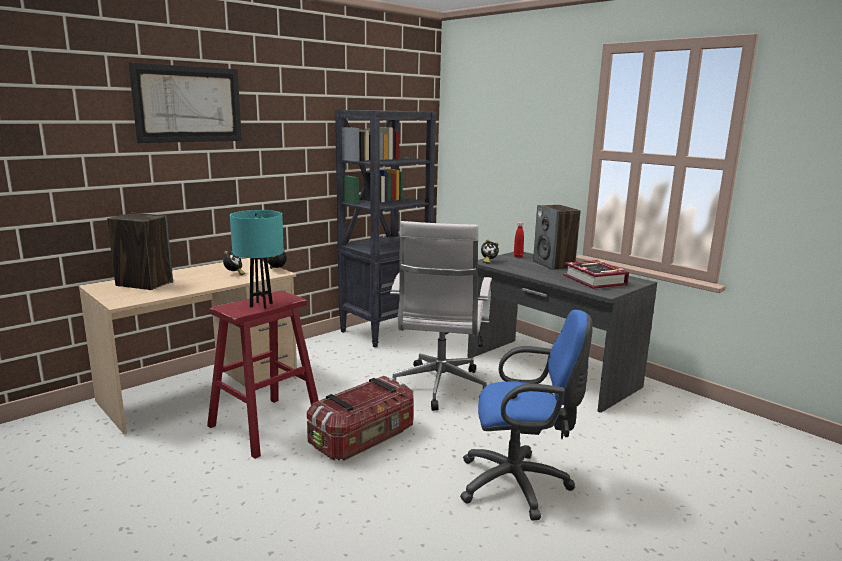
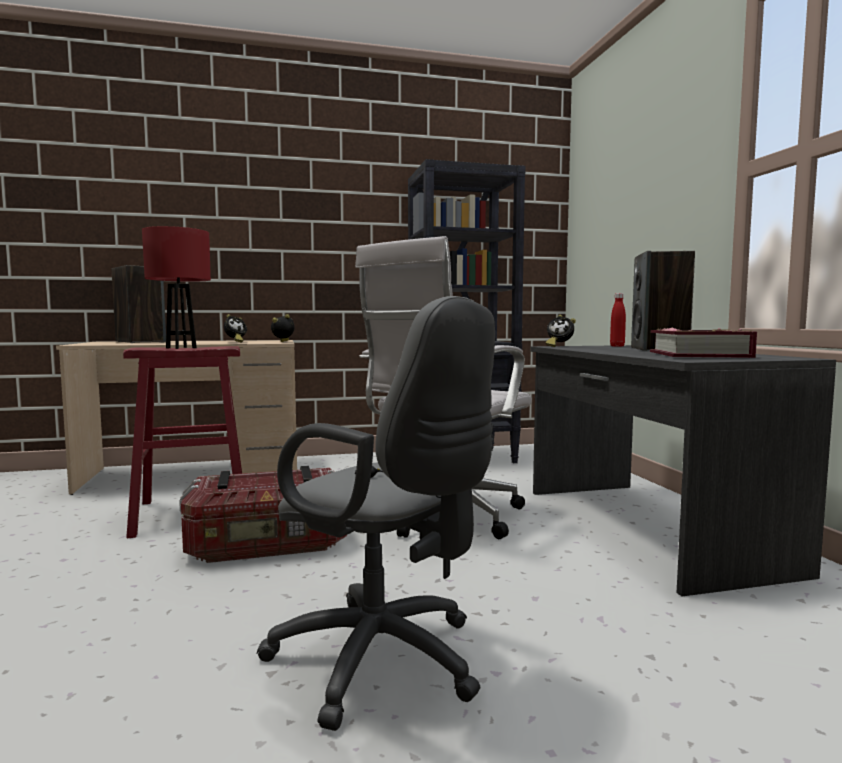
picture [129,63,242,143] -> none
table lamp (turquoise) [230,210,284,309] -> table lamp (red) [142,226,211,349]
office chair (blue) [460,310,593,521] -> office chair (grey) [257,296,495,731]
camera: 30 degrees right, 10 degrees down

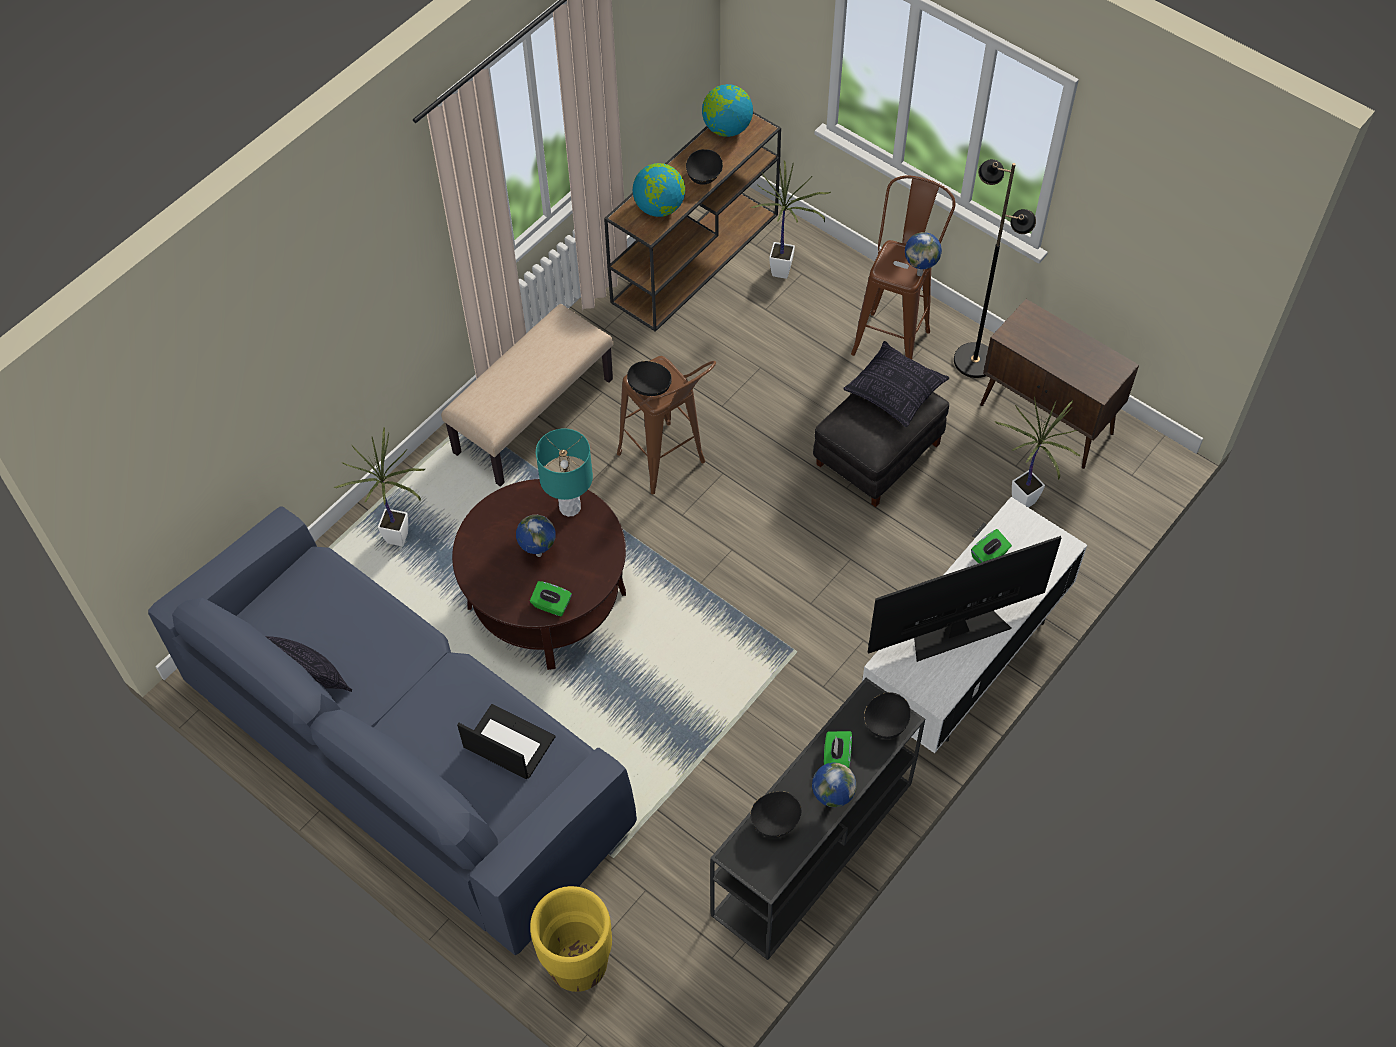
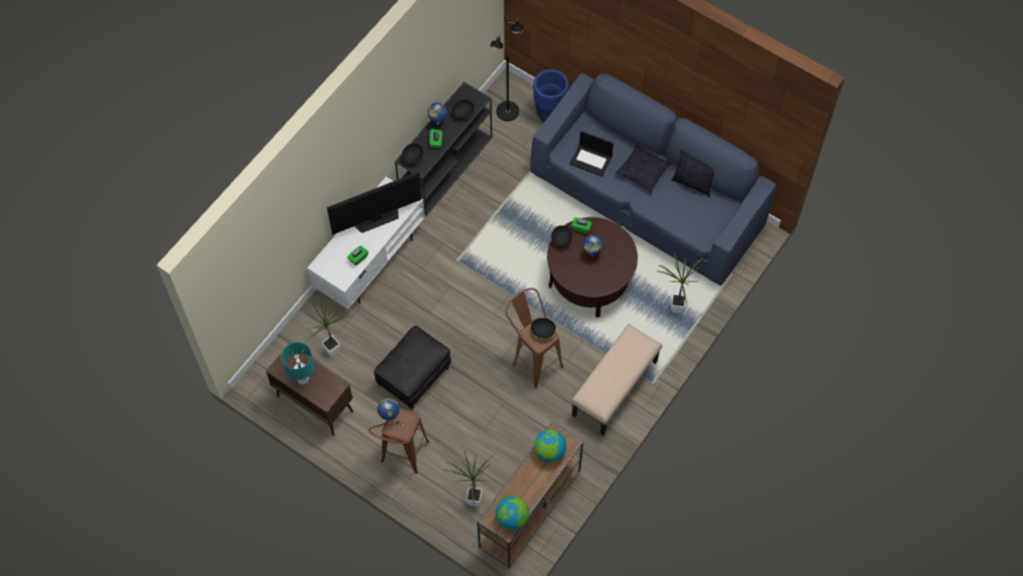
bowl (black) [686,149,723,185] -> bowl (black) [551,225,572,247], moved
floor lamp (black) [954,159,1036,378] -> floor lamp (black) [490,18,524,121], moved
pillow [843,341,949,427] -> pillow [615,143,672,193], moved
table lamp (turquoise) [536,428,593,517] -> table lamp (turquoise) [281,342,314,384], moved
planter (yellow) [530,886,612,992] -> planter (blue) [533,69,568,122]
camera: 175 degrees right, 5 degrees up

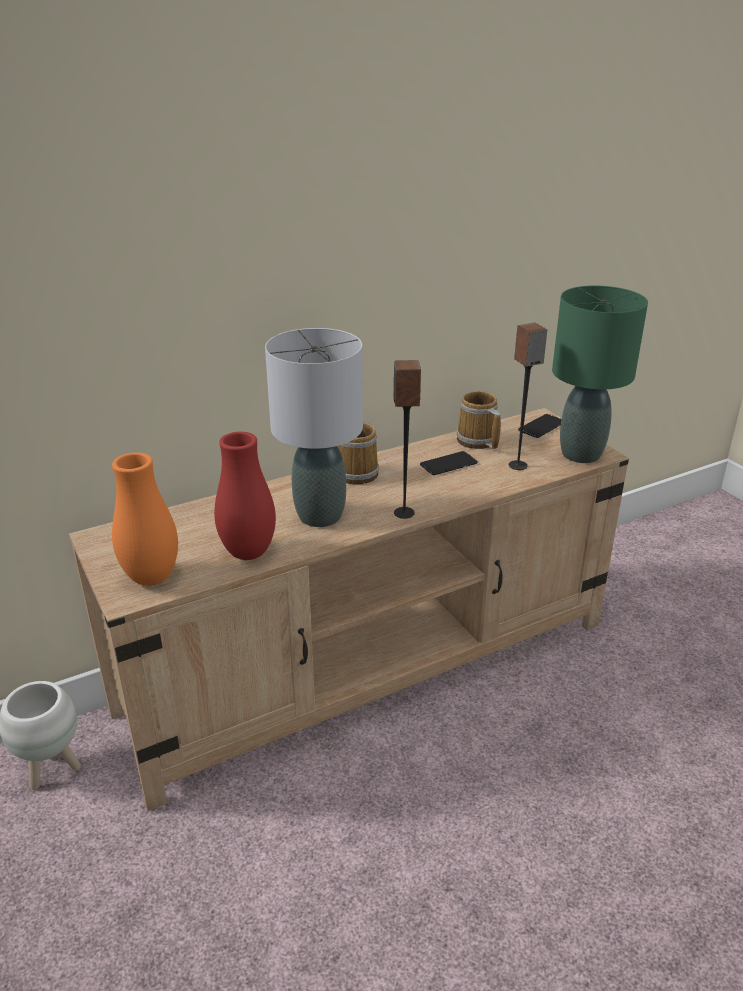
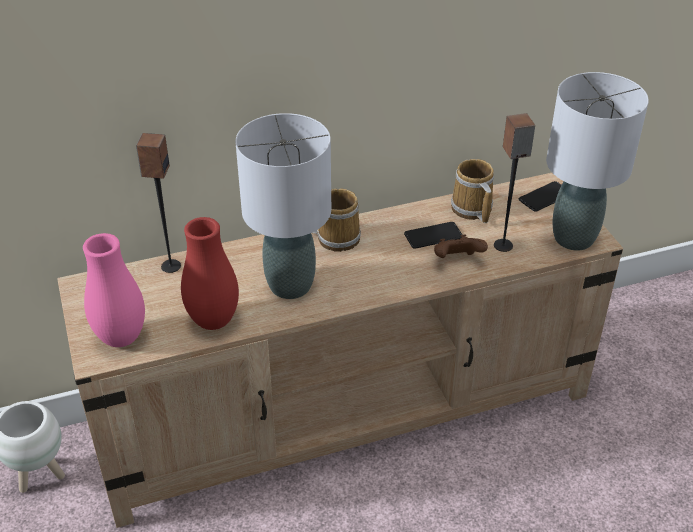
table lamp (green) [552,285,648,463] -> table lamp (grey) [546,72,649,251]
speaker [394,360,421,519] -> speaker [136,133,181,273], moved
vase (orange) [112,452,178,586] -> vase (pink) [83,233,145,347]
none -> game controller (brown) [434,234,488,258]
camera: 10 degrees right, 10 degrees up

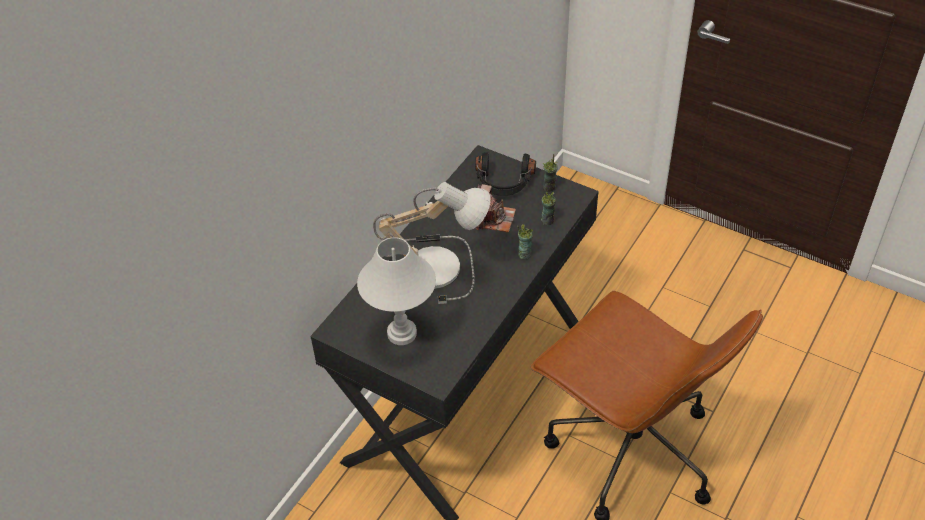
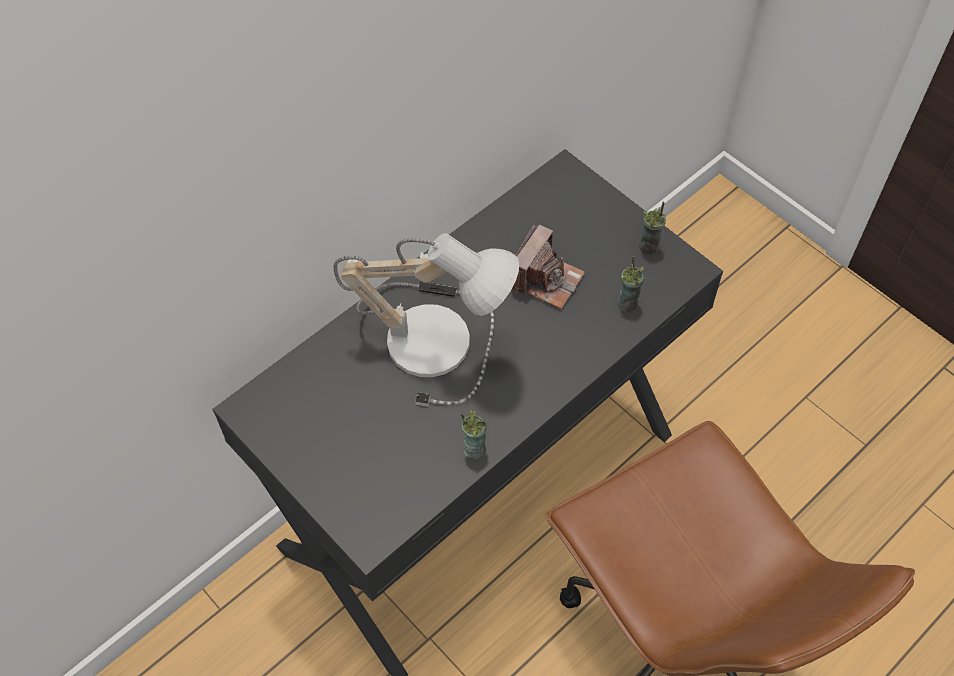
headphones (black) [475,152,536,196] -> none
cup [517,224,533,259] -> cup [460,410,487,459], moved
table lamp (white) [357,237,436,345] -> none
camera: 15 degrees right, 10 degrees up

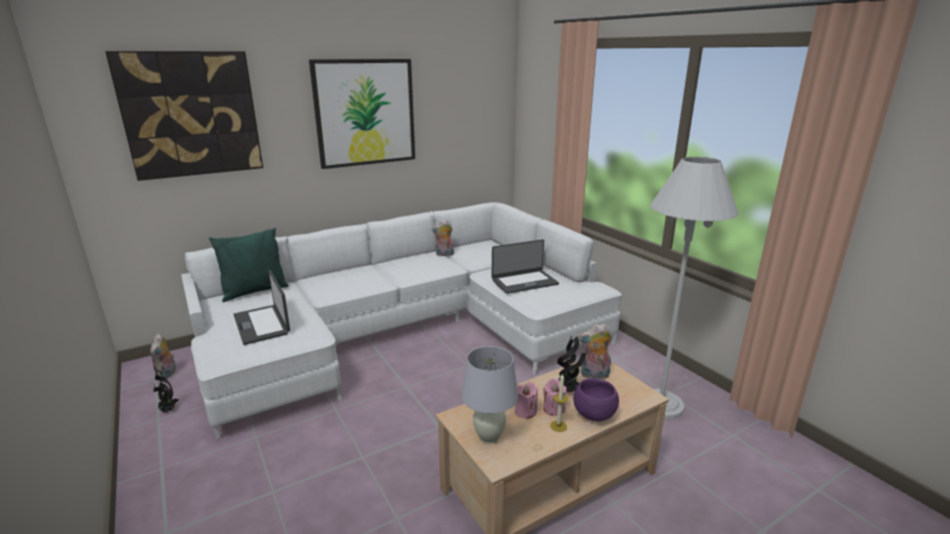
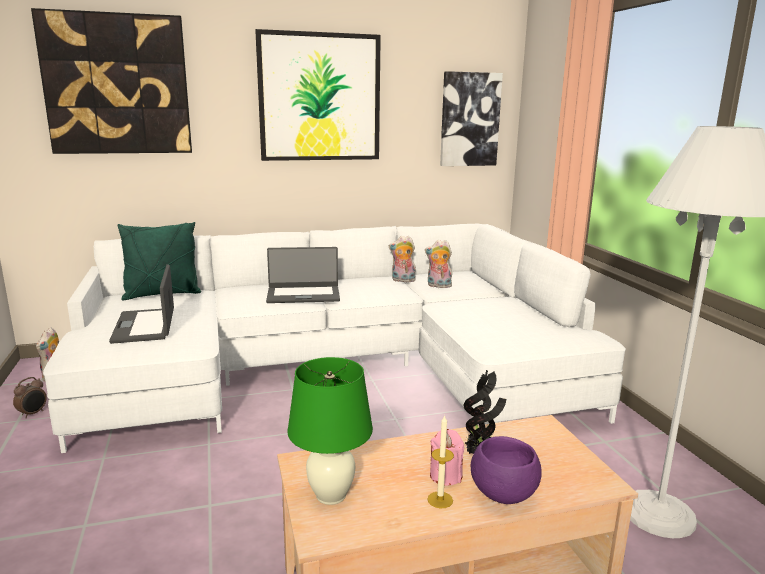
laptop [492,239,559,294] -> laptop [266,247,340,303], moved
plush toy [579,323,612,379] -> plush toy [425,240,452,288], moved
table lamp (white) [461,346,519,444] -> table lamp (green) [287,357,373,505]
potted plant [154,369,179,413] -> alarm clock [13,377,47,418]
candle (pink) [515,382,538,419] -> none
none -> picture [440,71,503,166]
camera: 15 degrees right, 5 degrees down

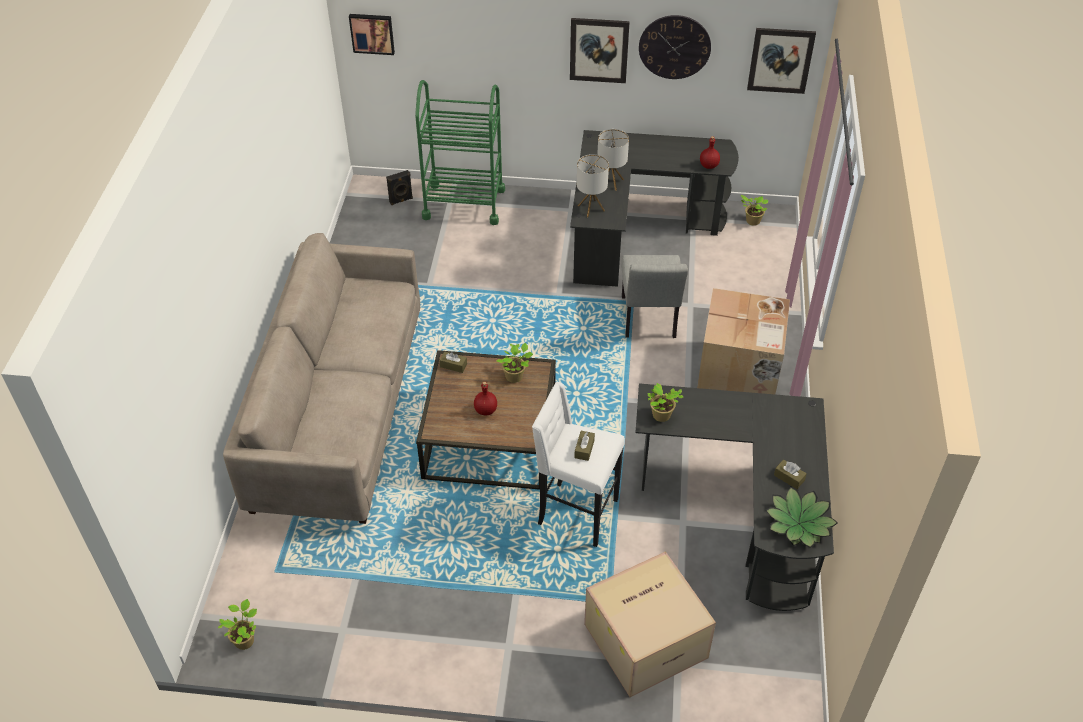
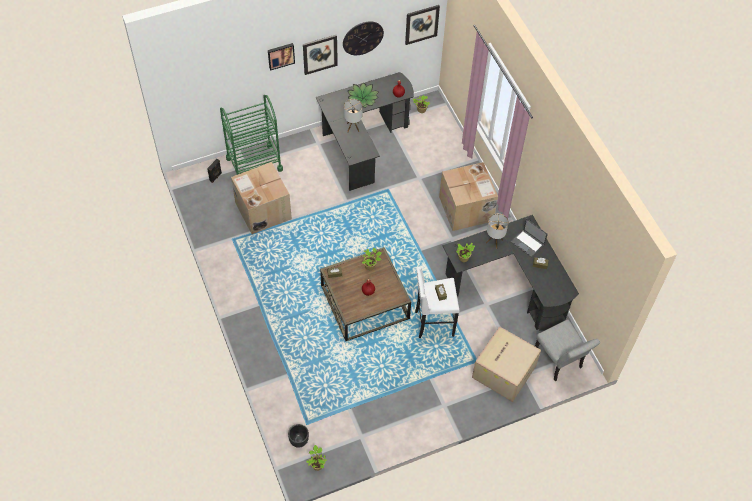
picture [349,14,395,55] -> picture [268,43,295,71], moved
table lamp [577,154,609,217] -> table lamp [486,213,509,249], moved
sofa (beige) [223,233,420,524] -> none
chair (grey) [621,255,688,338] -> chair (grey) [535,319,600,381], moved
potted plant [766,487,838,548] -> potted plant [348,82,379,108], moved
none -> cardboard box [231,162,292,234]
none -> laptop [511,219,548,258]
none -> planter (black) [288,424,309,448]
camera: 30 degrees left, 10 degrees up

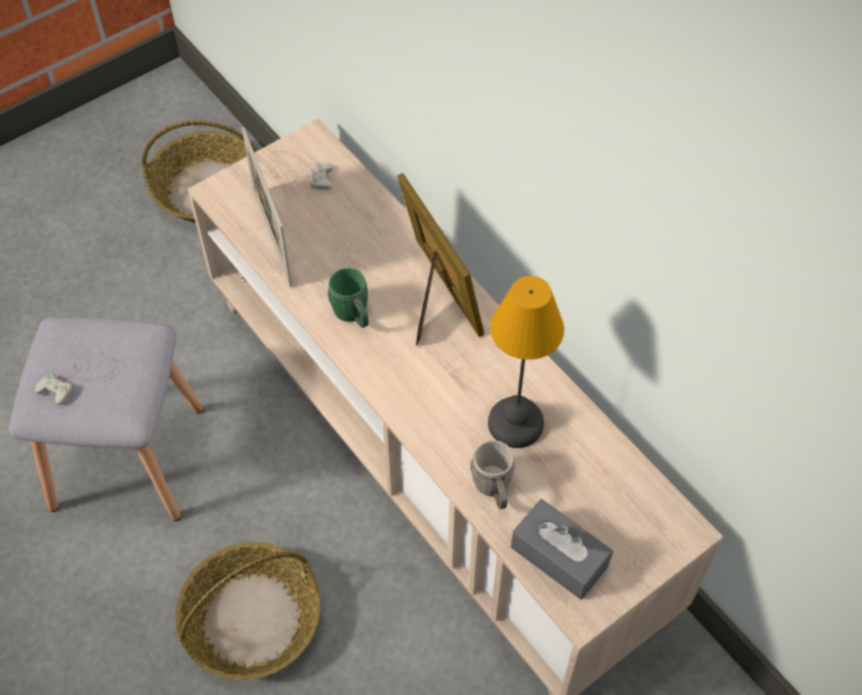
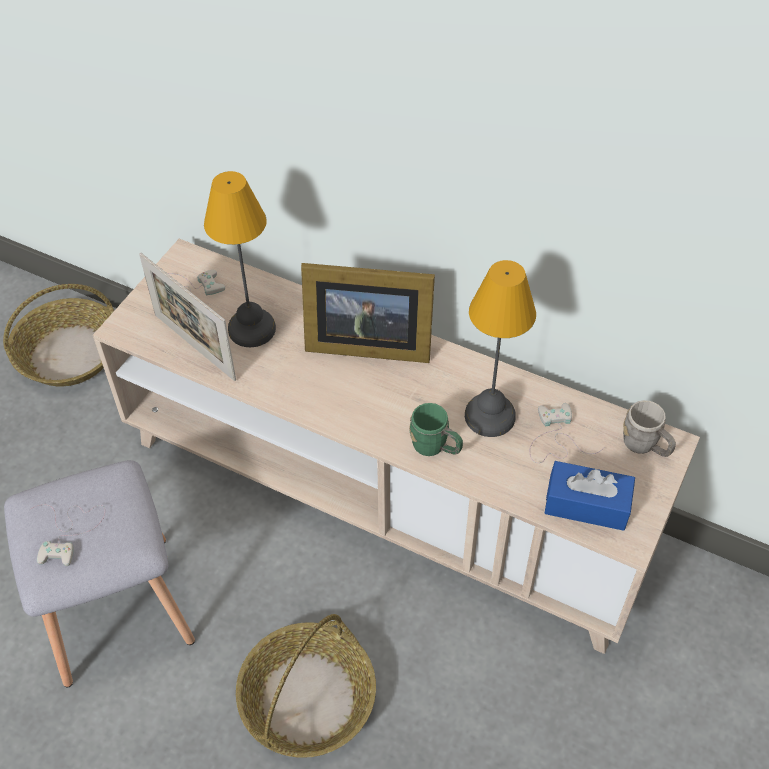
picture frame [397,173,484,346] -> picture frame [301,263,435,363], 150 degrees clockwise
mug (green) [327,268,369,328] -> mug (green) [409,403,463,456], moved
mug (grey) [470,440,515,509] -> mug (grey) [623,400,676,457], moved
tissue box (grey) [511,499,613,600] -> tissue box (blue) [545,461,635,531]
none -> table lamp [204,171,276,347]
none -> game controller (white) [530,403,605,463]
camera: 25 degrees left, 5 degrees down

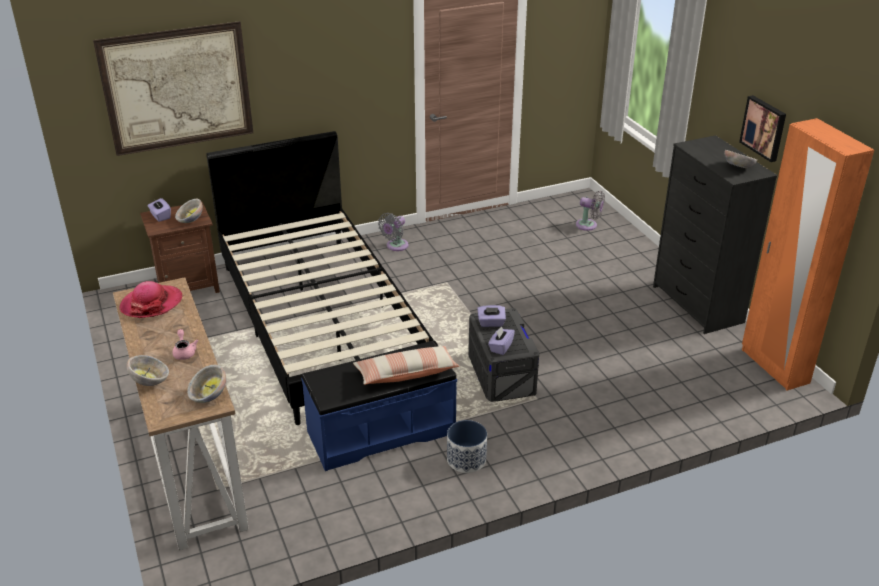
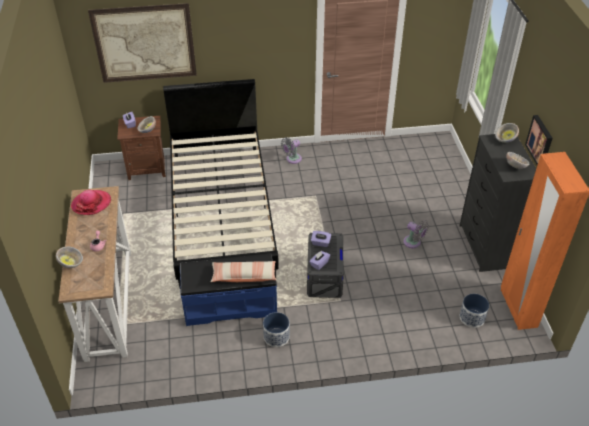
fan (grey) [576,191,605,231] -> fan (grey) [403,220,429,248], moved
bowl [187,365,226,403] -> bowl [495,123,519,143], moved
none -> planter [460,294,489,328]
camera: 15 degrees right, 10 degrees up

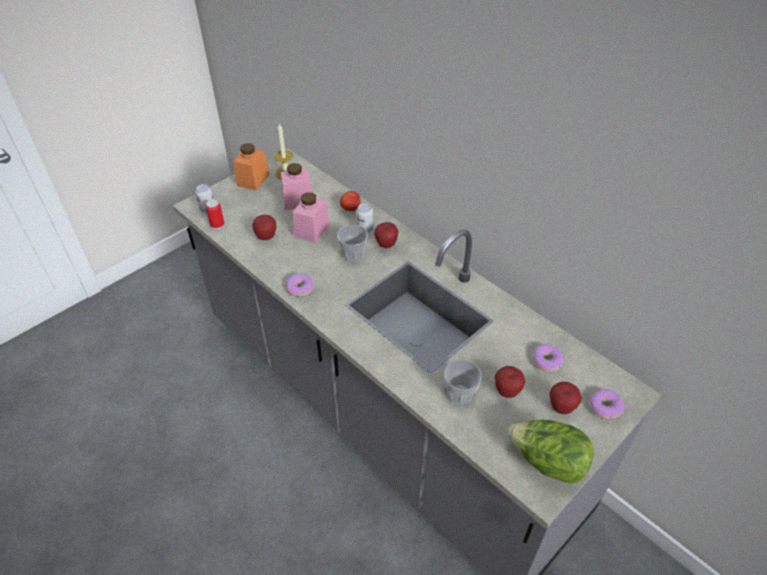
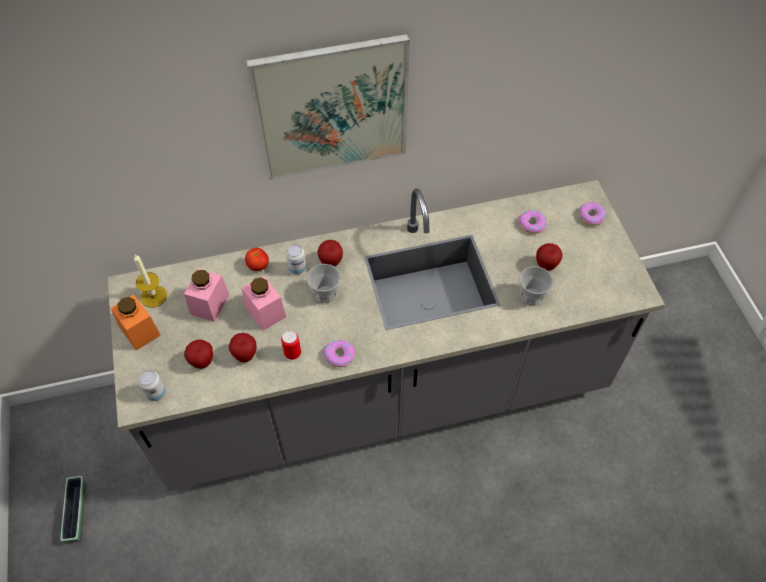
can [205,199,225,230] -> can [281,330,301,361], moved
apple [550,382,582,414] -> apple [184,340,213,369], moved
lettuce [508,420,594,484] -> none
none -> picture [246,34,410,180]
none -> planter [60,476,85,542]
camera: 60 degrees left, 10 degrees up

